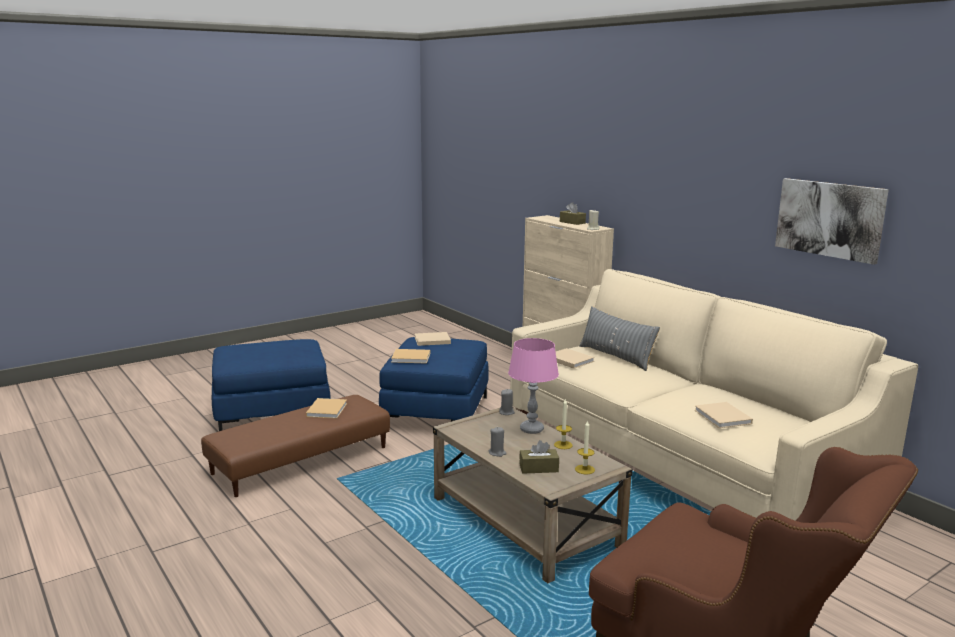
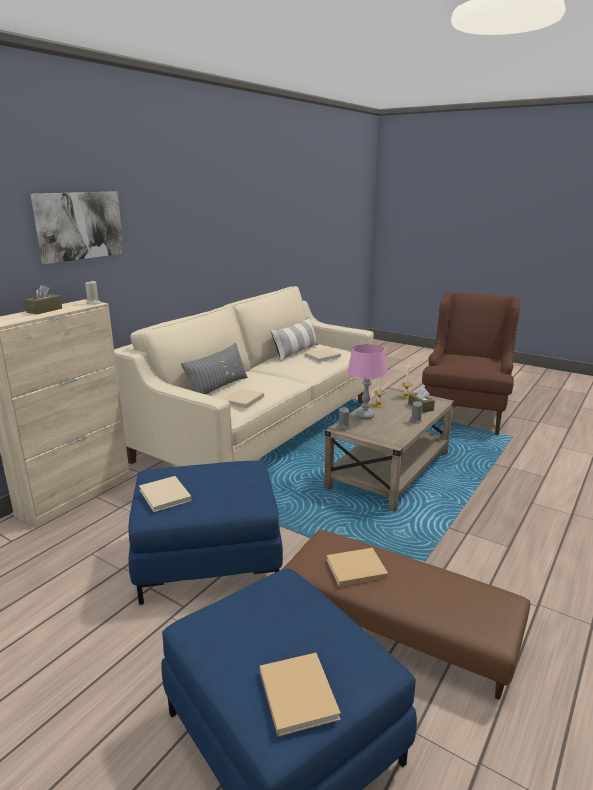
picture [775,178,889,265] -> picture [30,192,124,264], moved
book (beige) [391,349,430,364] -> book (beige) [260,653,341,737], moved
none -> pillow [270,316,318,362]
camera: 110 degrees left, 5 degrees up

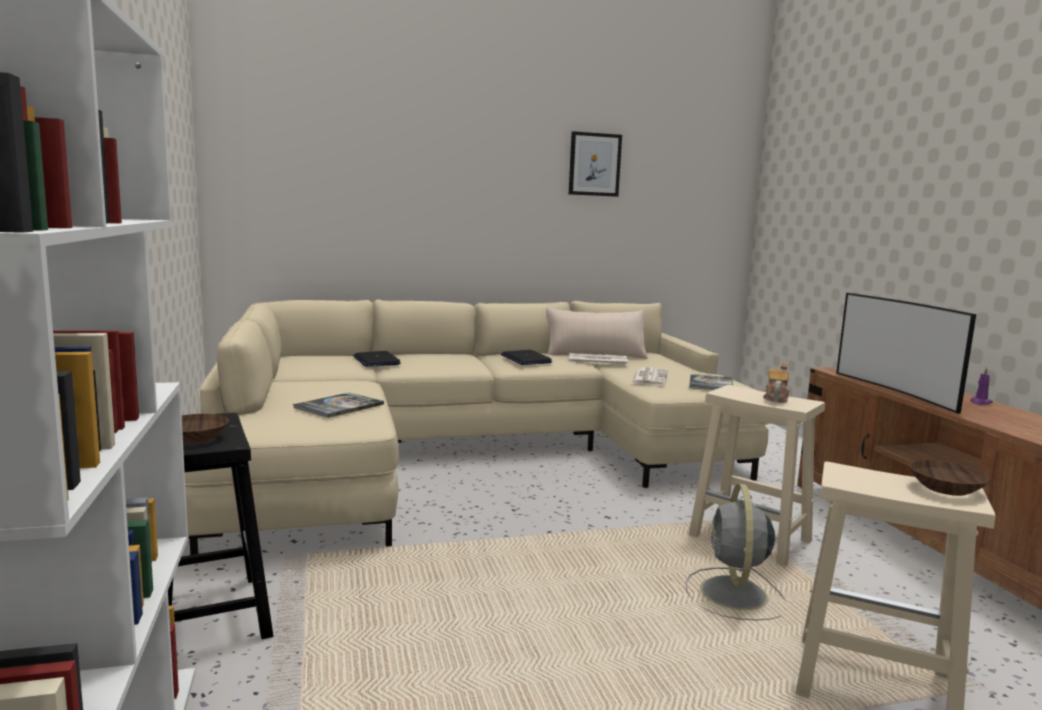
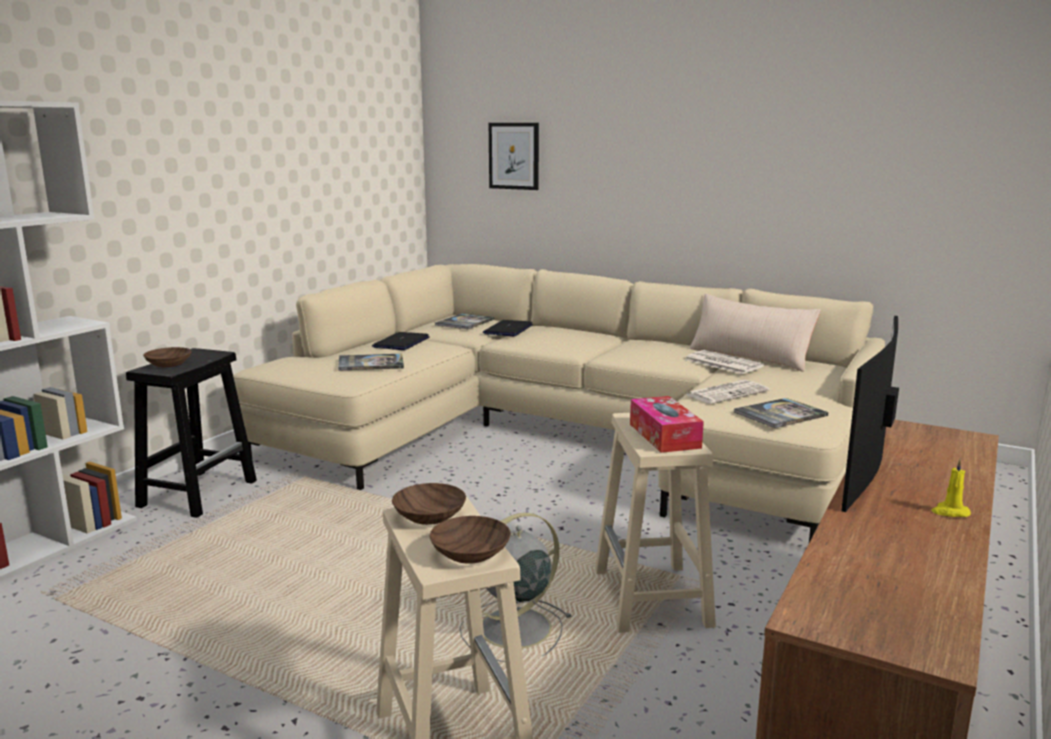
picture [569,131,622,197] -> picture [489,123,539,190], moved
laptop [501,350,552,365] -> laptop [372,332,430,350], moved
teapot [763,363,790,403] -> tissue box [630,396,704,453]
candle (purple) [970,367,993,405] -> candle (yellow) [932,459,971,517]
none -> book [435,314,494,329]
none -> bowl (brown) [392,483,466,525]
camera: 45 degrees right, 5 degrees up

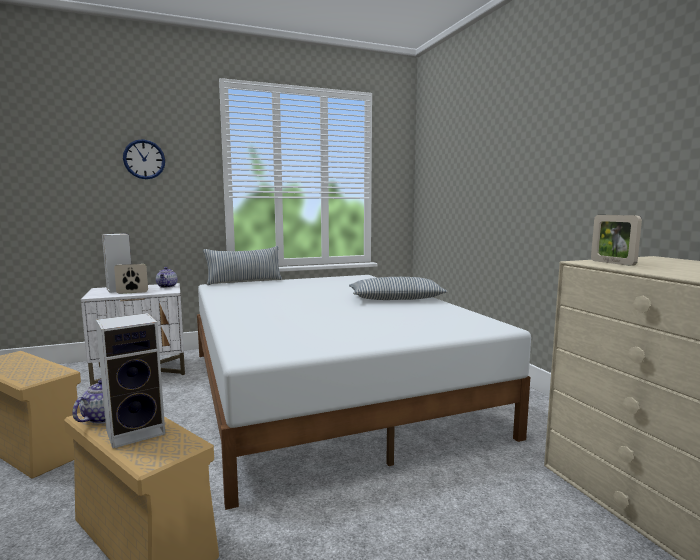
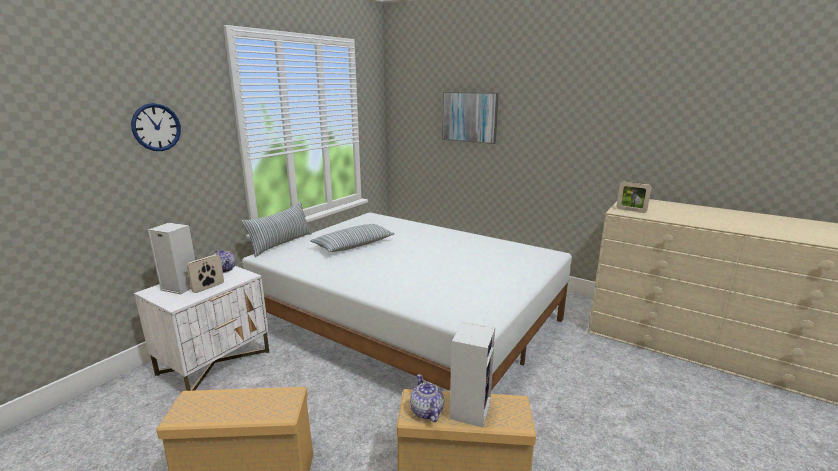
pillow [349,277,448,300] -> pillow [310,224,395,252], moved
none -> picture [442,92,499,144]
camera: 35 degrees left, 10 degrees up

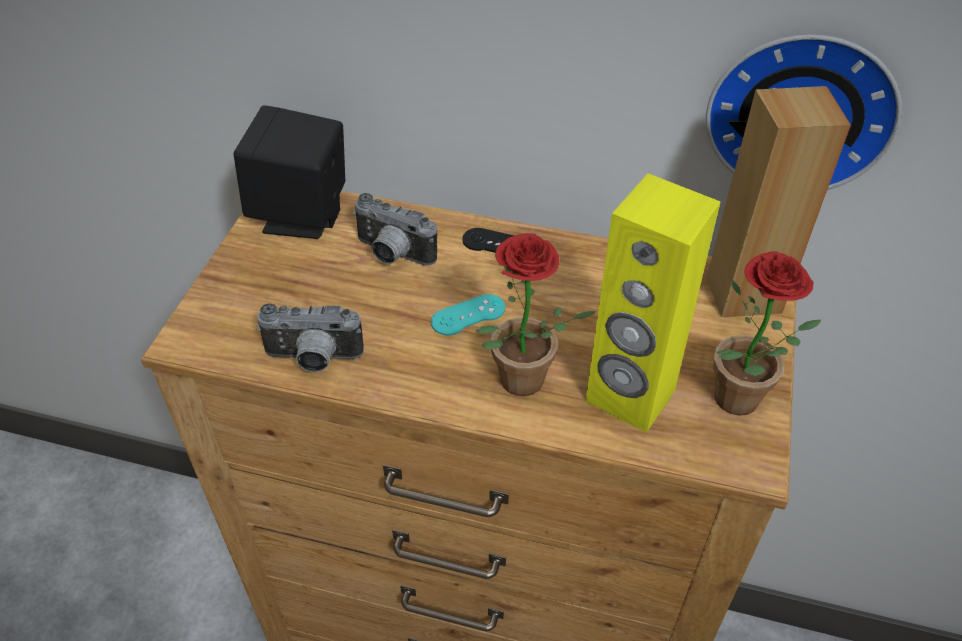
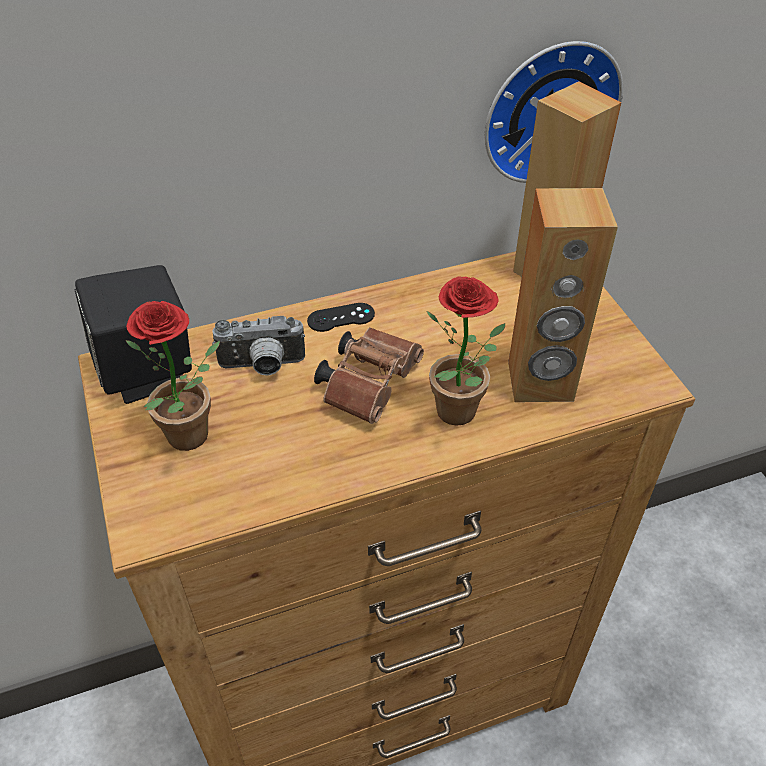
speaker (yellow) [586,173,721,433] -> speaker (brown) [508,188,618,402]
potted plant [713,251,821,416] -> potted plant [126,301,220,451], moved
game controller (turquoise) [431,294,505,336] -> binoculars (brown) [314,327,424,424]
photo camera [256,303,364,372] -> none
camera: 35 degrees left, 0 degrees up

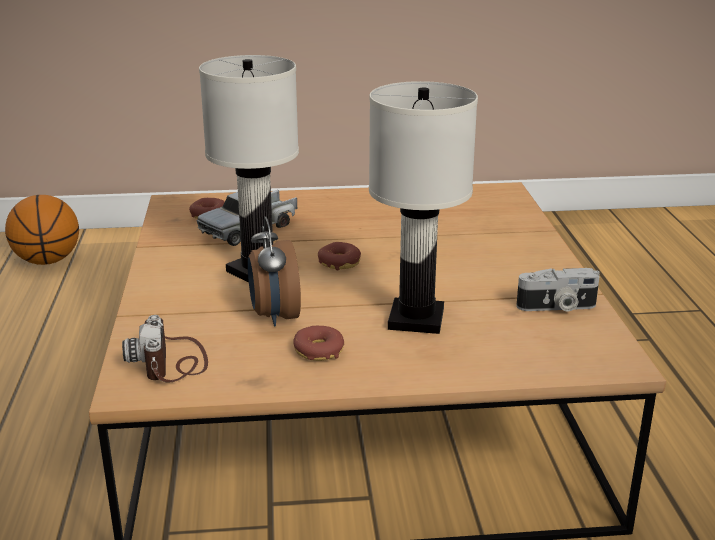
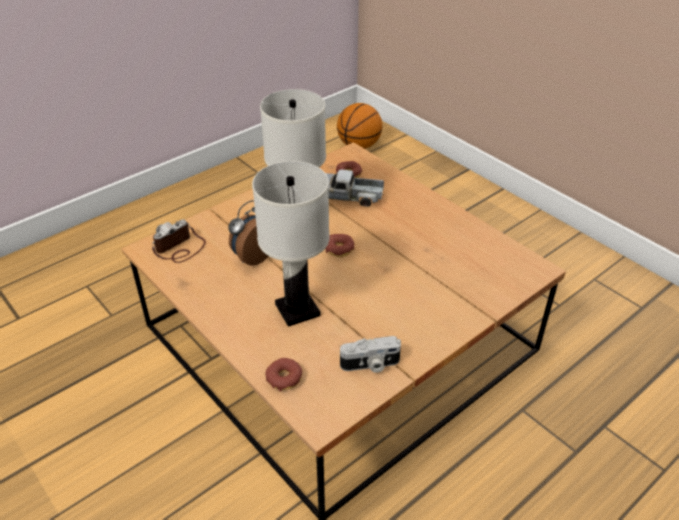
photo camera [516,268,600,311] -> photo camera [340,336,401,373], 60 degrees counterclockwise
donut [293,326,344,361] -> donut [265,358,302,392], moved
camera: 55 degrees right, 15 degrees up

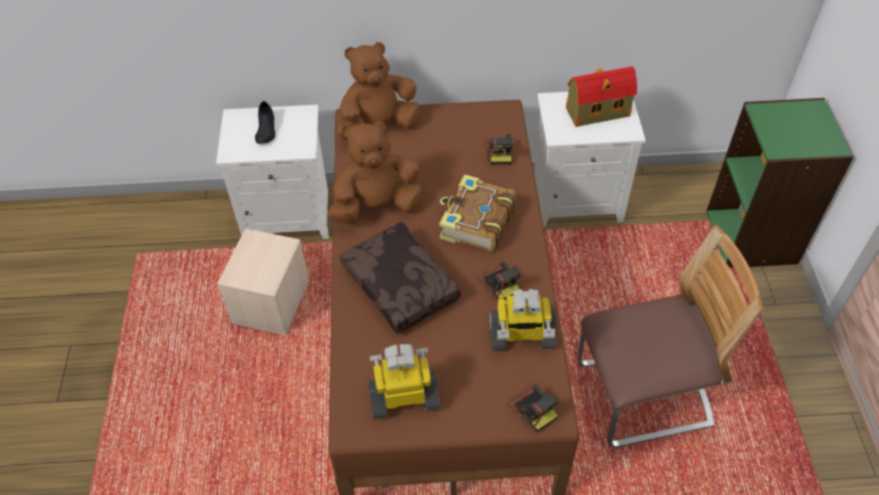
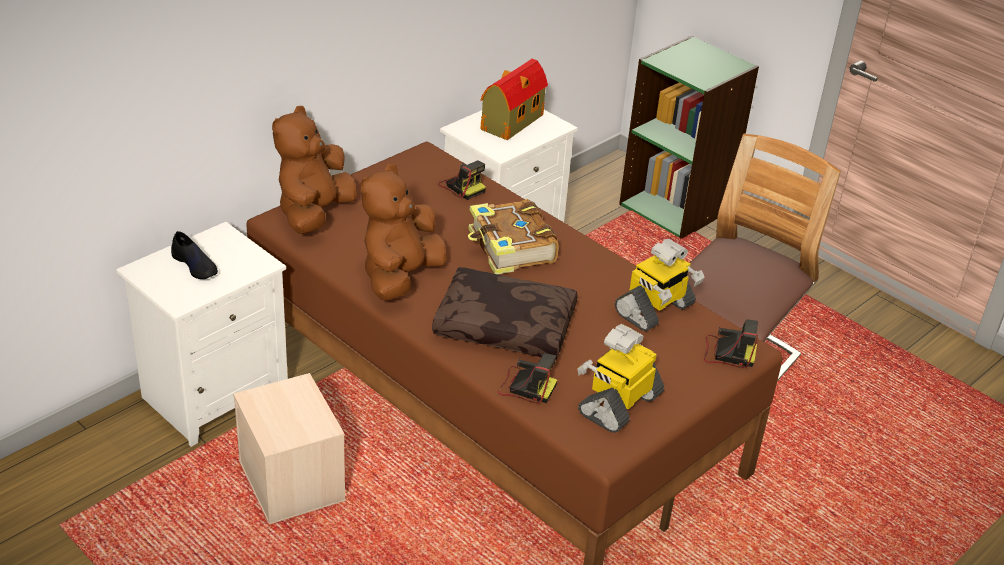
photo camera [477,261,520,300] -> photo camera [498,353,557,403], moved
camera: 45 degrees left, 15 degrees down

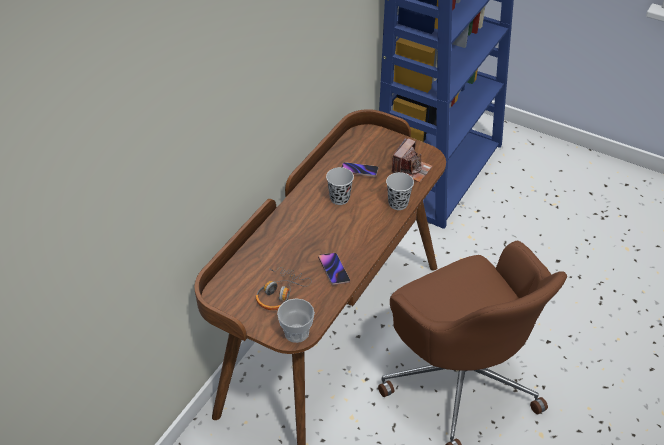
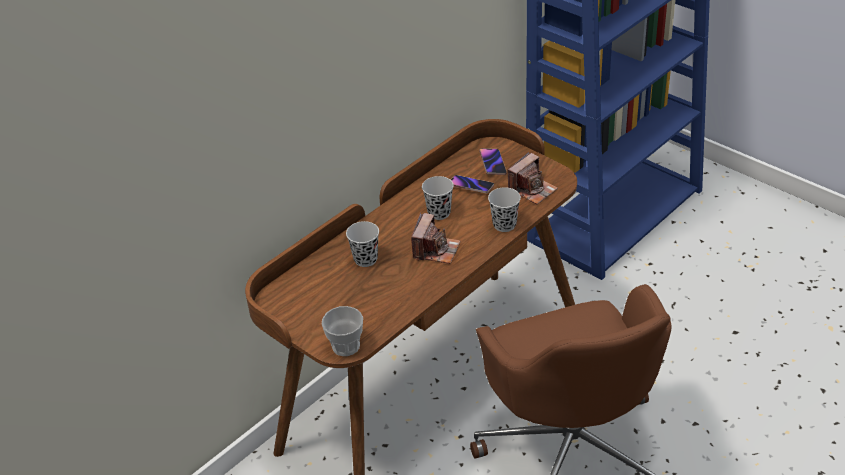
phone [318,253,350,285] -> phone [479,148,507,175], moved
headphones [256,267,312,310] -> none
none -> photo camera [411,213,460,264]
none -> cup (black) [346,221,379,267]
camera: 15 degrees right, 5 degrees down

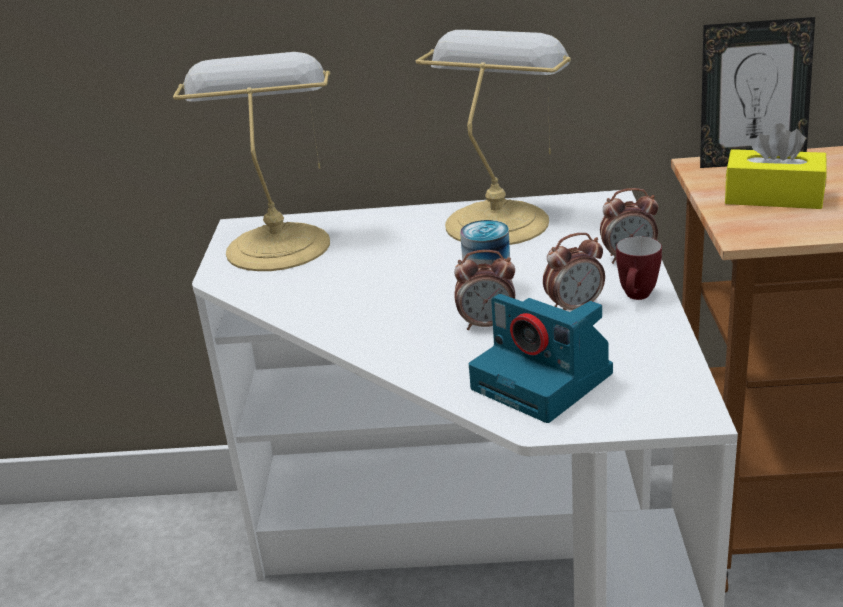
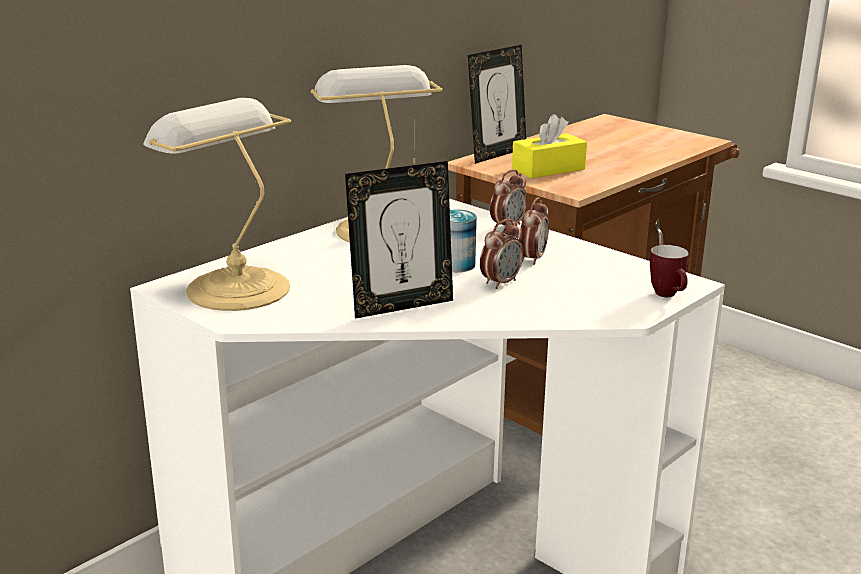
mug [616,236,662,300] -> mug [650,245,689,297], moved
photo camera [469,294,613,423] -> none
none -> picture frame [345,161,453,319]
camera: 50 degrees left, 5 degrees down

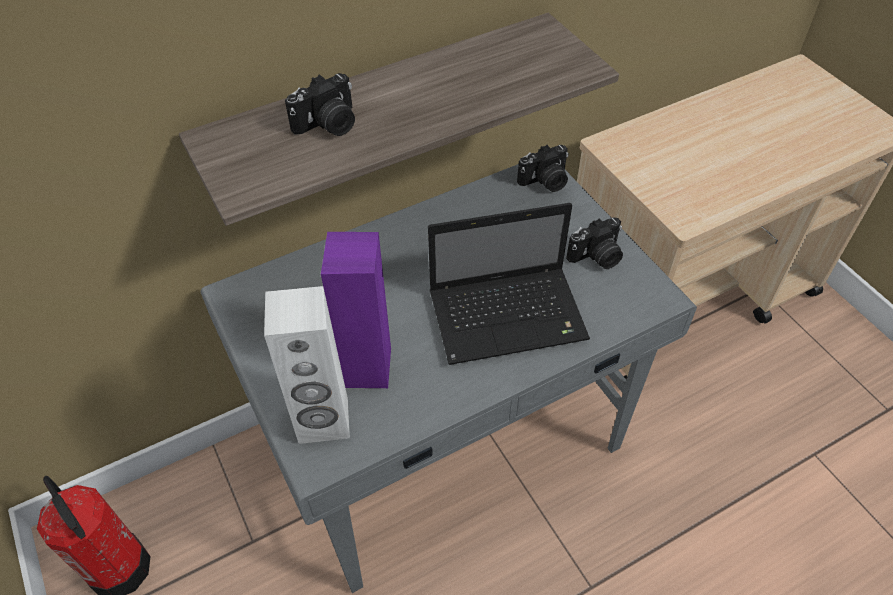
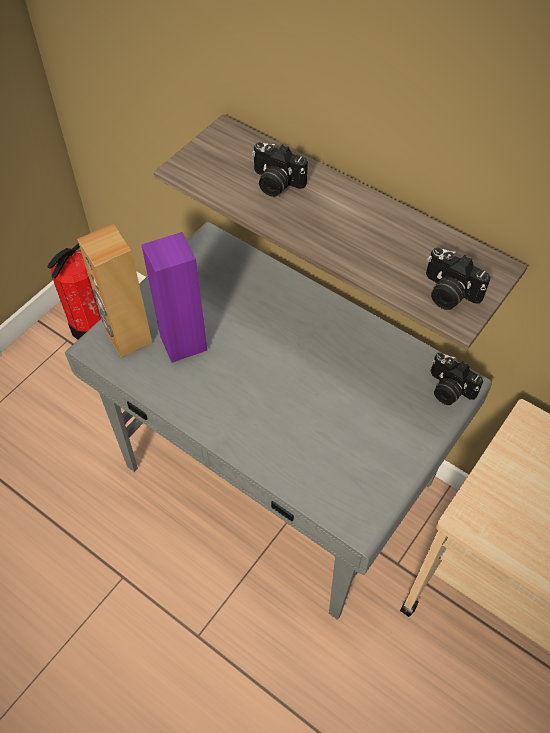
laptop [428,203,590,365] -> none
photo camera [566,217,623,269] -> photo camera [426,248,491,310], moved
speaker (white) [264,286,350,444] -> speaker (brown) [77,224,153,358]
camera: 65 degrees right, 5 degrees up

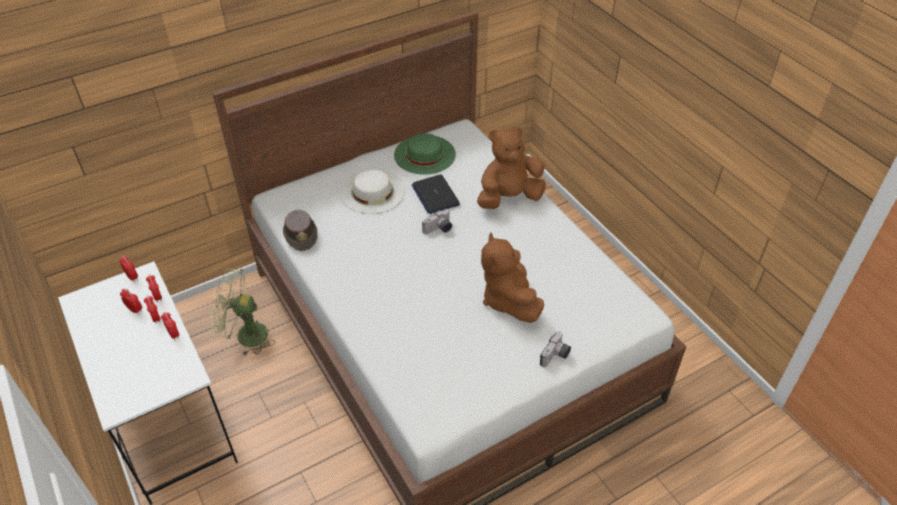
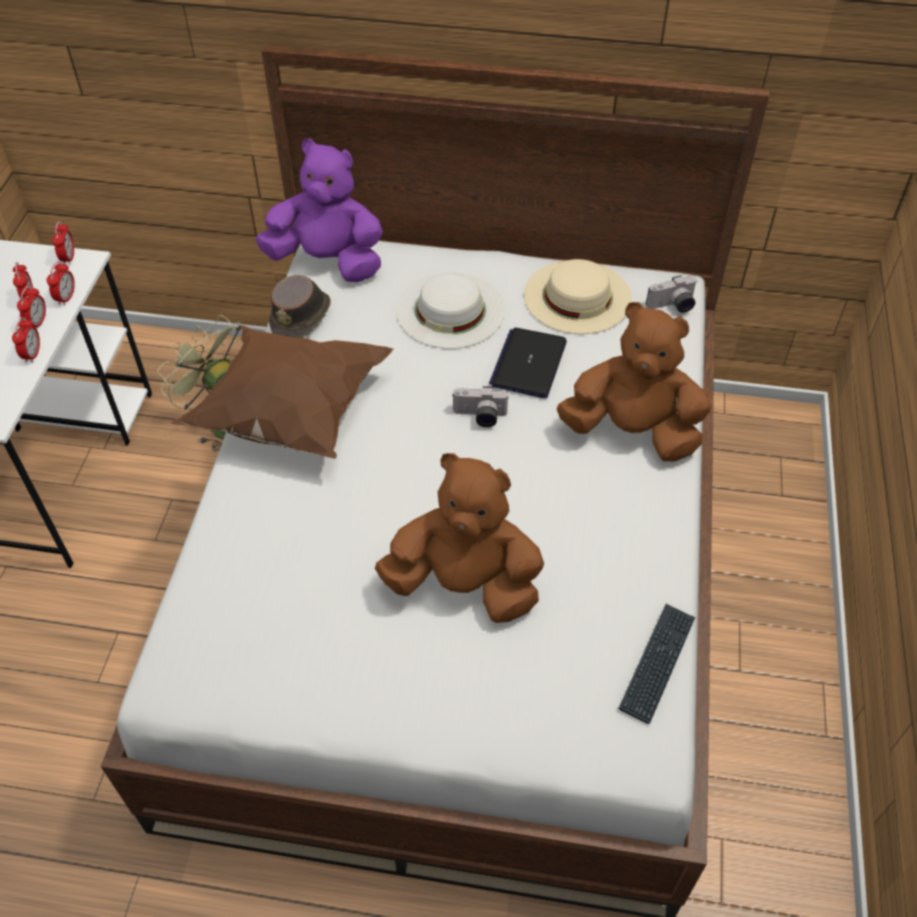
hat (green) [394,133,456,175] -> hat (beige) [524,259,632,334]
plush toy (brown) [481,233,544,323] -> plush toy (brown) [375,453,544,623], 75 degrees clockwise
photo camera [540,331,571,367] -> photo camera [646,275,697,313], moved
none -> plush toy (purple) [256,139,383,282]
none -> pillow (brown) [171,325,393,459]
none -> keyboard [618,604,695,724]
camera: 40 degrees right, 5 degrees up

